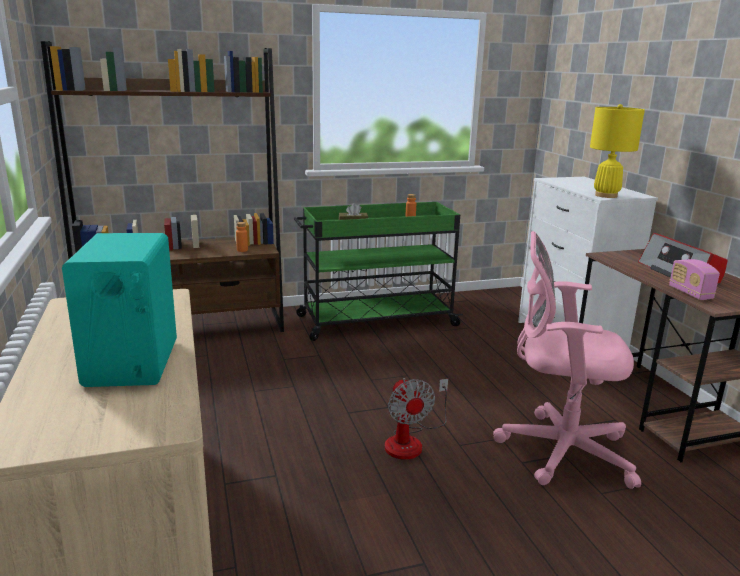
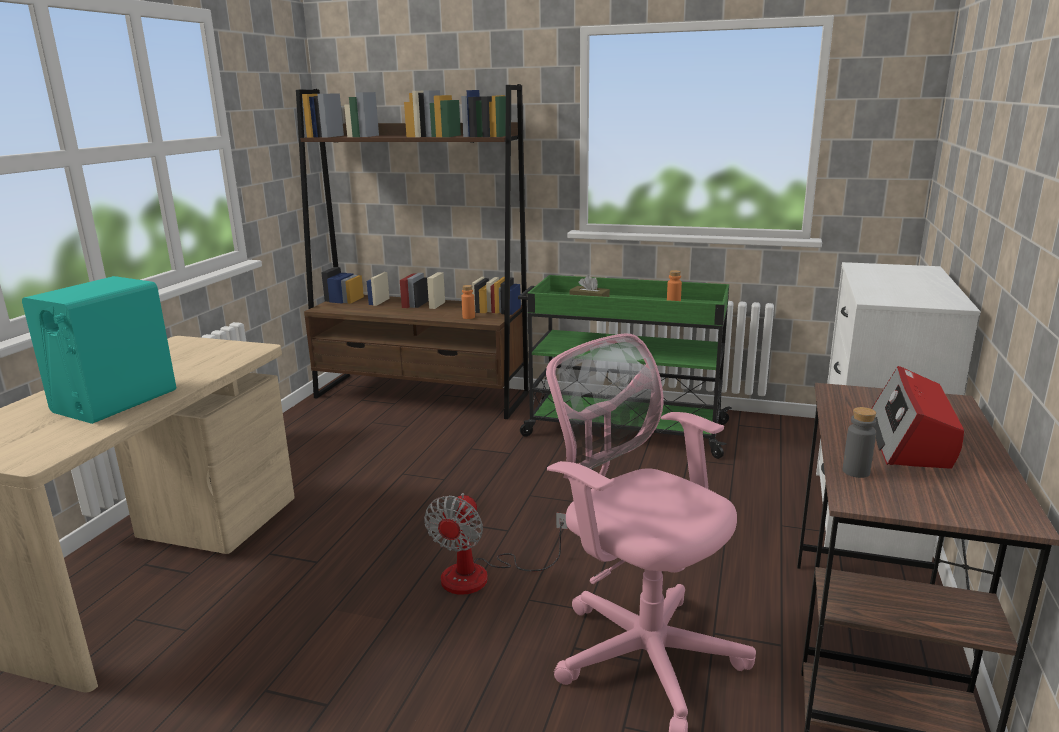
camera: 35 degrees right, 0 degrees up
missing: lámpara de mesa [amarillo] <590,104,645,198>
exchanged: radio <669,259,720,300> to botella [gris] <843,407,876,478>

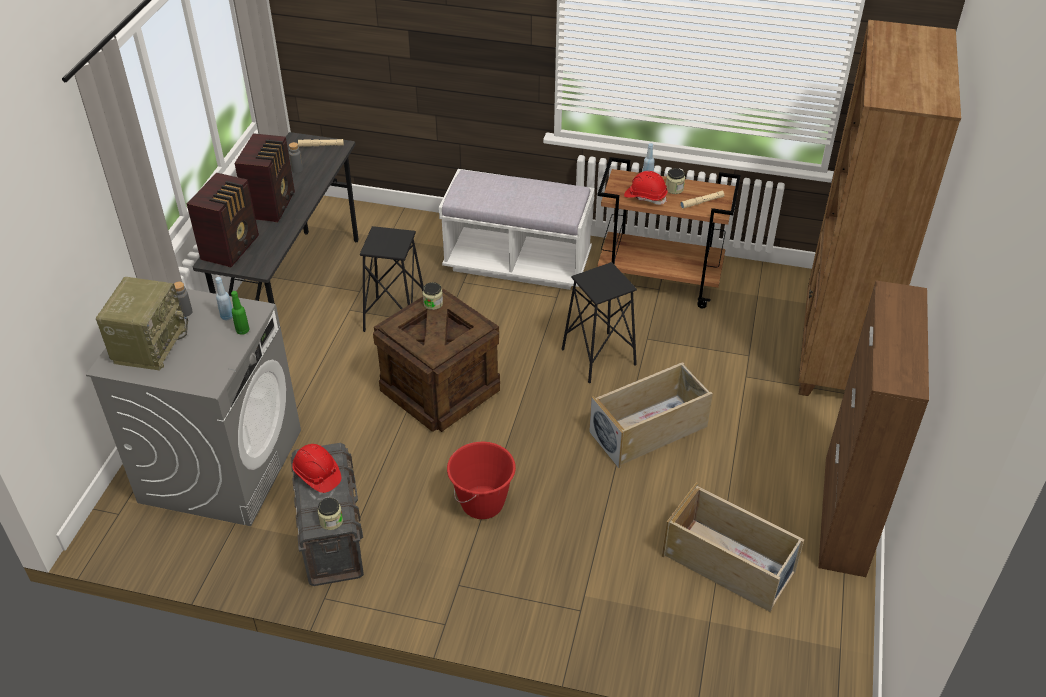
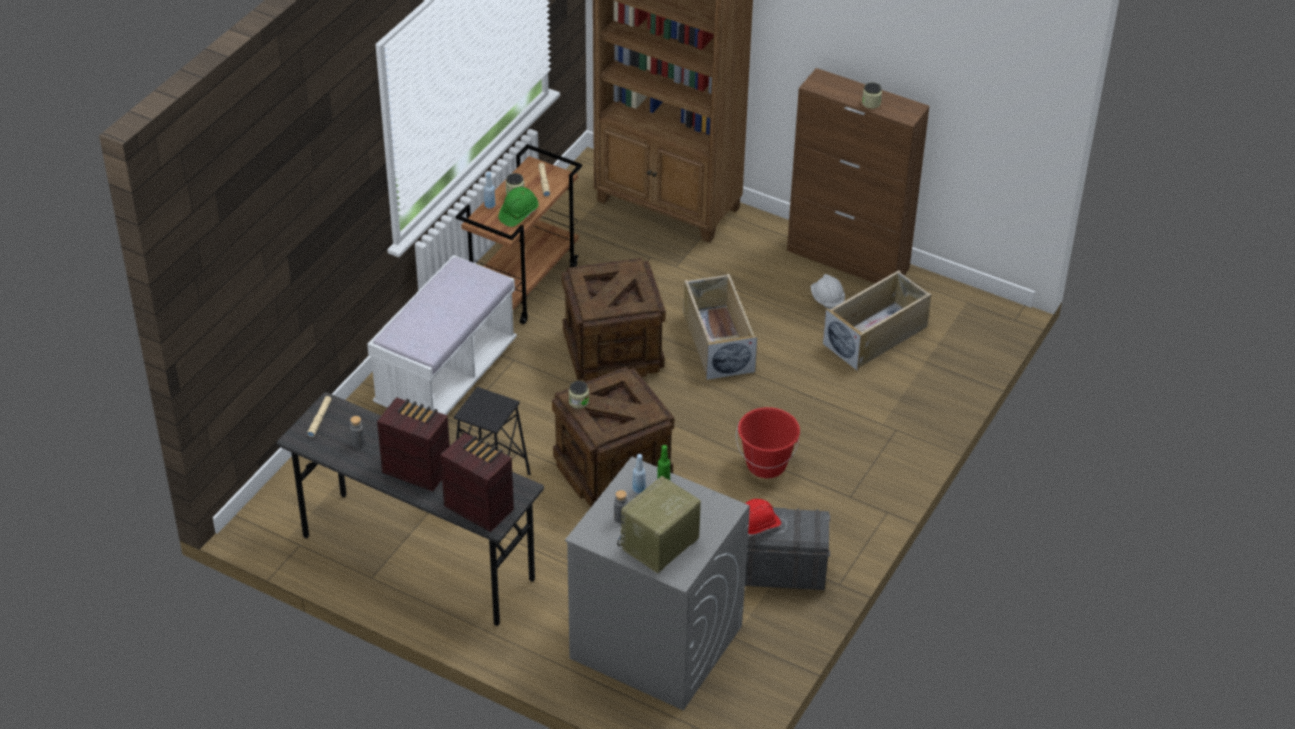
camera: 75 degrees left, 0 degrees up
appeared: casco [blanco] <811,274,845,309>
relocated: tarro <317,498,343,530> to <862,82,882,109>
exchanged: taburete [negro] <561,262,637,383> to caja de embalaje <562,258,666,382>
colour: casco [rojo] <624,171,667,205> to casco [verde] <499,187,539,227>
spun: radio <96,277,188,371> = <617,476,701,574> 75 degrees counterclockwise

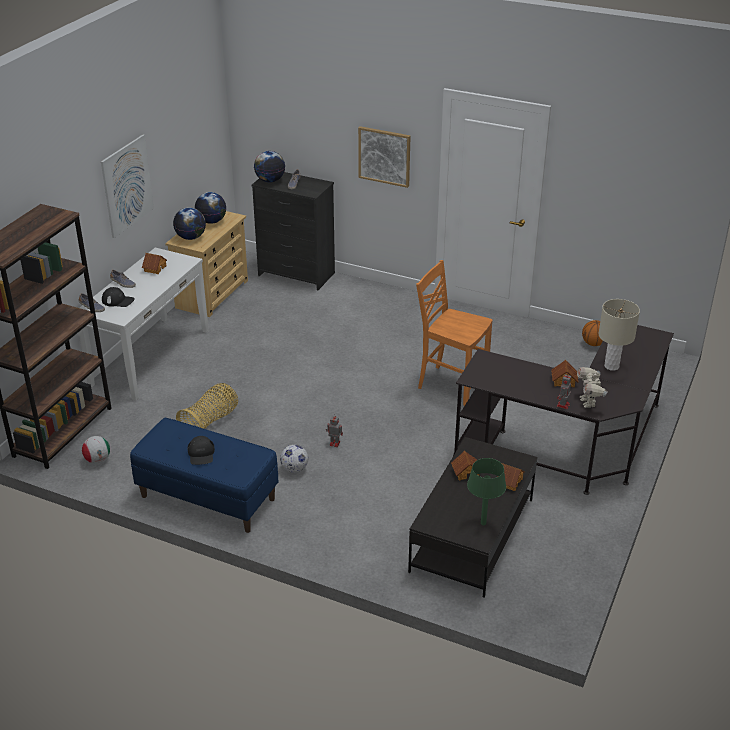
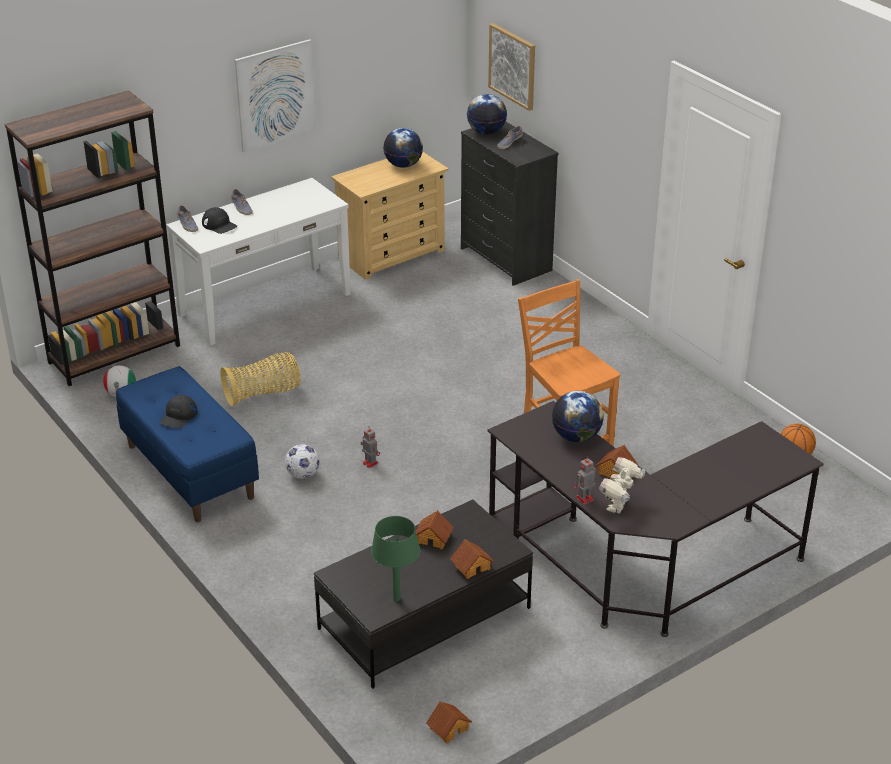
camera: 30 degrees right, 0 degrees up
missing: lámpara de mesa [beis] <599,299,640,371>
relocated: casita <142,253,167,274> to <426,701,472,744>; cuadro <358,126,411,188> to <488,23,535,111>; globo terráqueo <173,207,206,240> to <552,391,604,442>

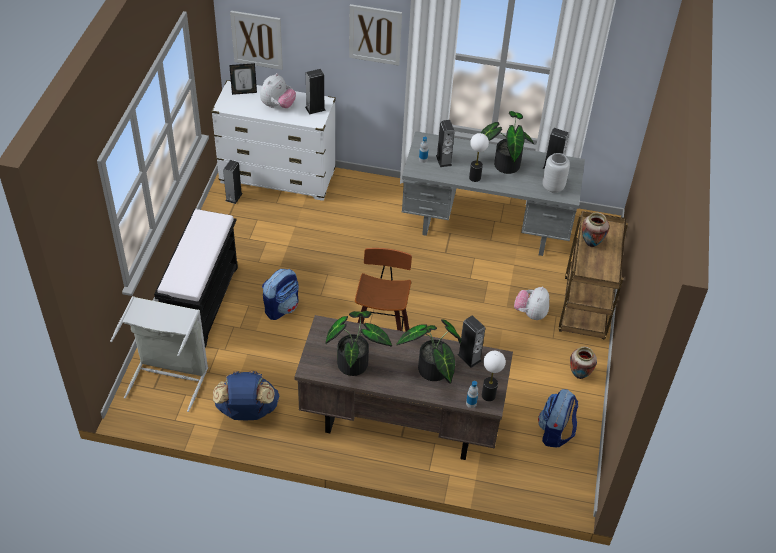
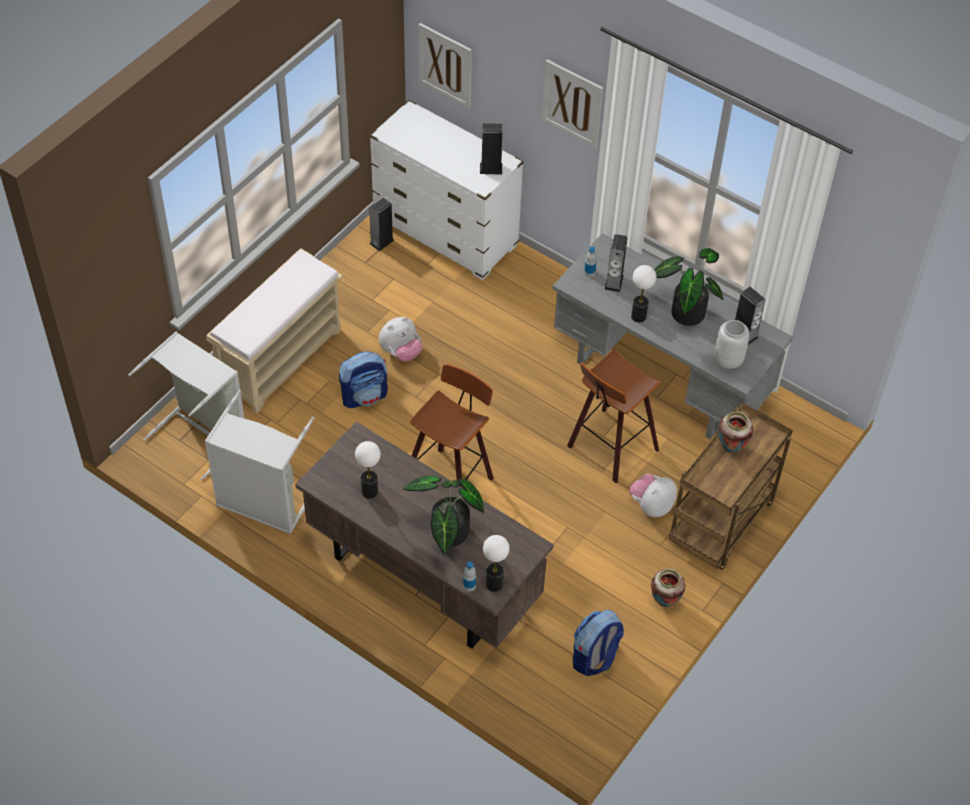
camera: 25 degrees right, 5 degrees up
missing: portarretratos <229,63,257,95>; altavoz <457,315,485,368>
appeared: taburete <567,350,660,483>
relocated: peluche <260,73,296,108> to <379,317,423,361>
exchanged: mochila [azul] <213,370,279,420> to cesto de la ropa [gris] <205,390,314,534>; planta en maceta <326,311,392,376> to lámpara de mesa <355,441,381,499>
colour: banco [negro] <154,209,238,348> to banco [beis] <206,248,343,414>

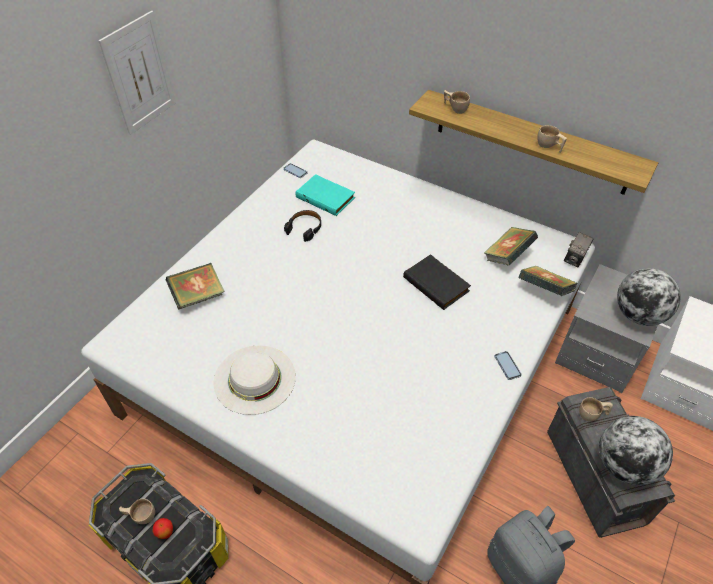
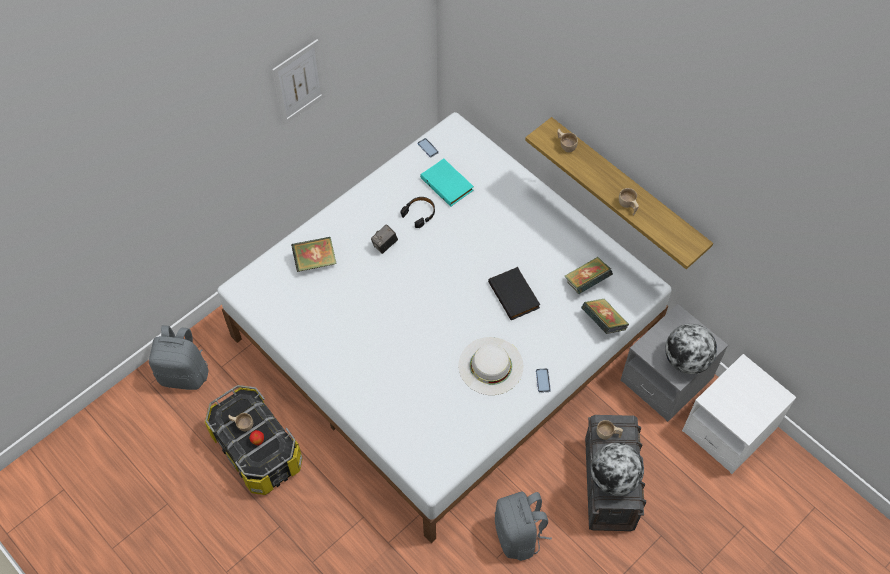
camera: 15 degrees right, 10 degrees up
appeared: mochila [gris] <149,325,209,390>
relocated: cámara <564,232,593,267> to <371,224,398,254>; sombrero [blanco] <214,345,296,415> to <458,337,523,395>

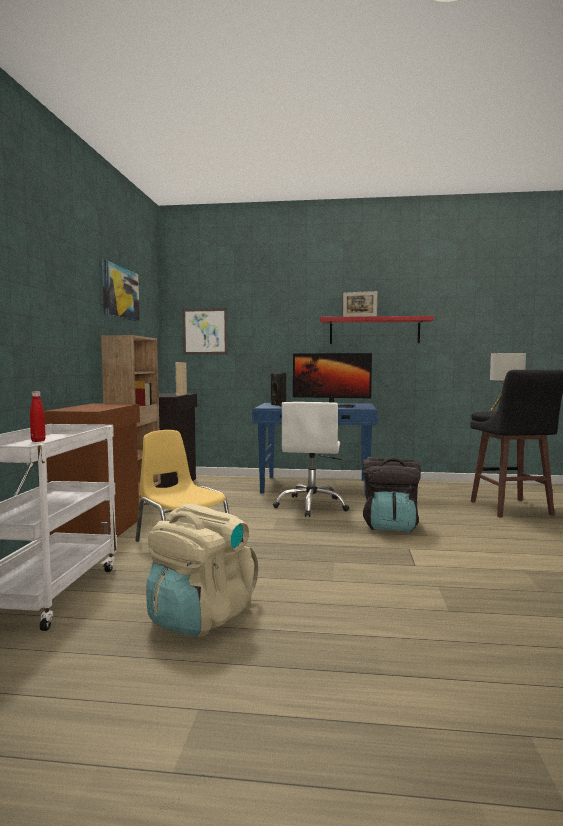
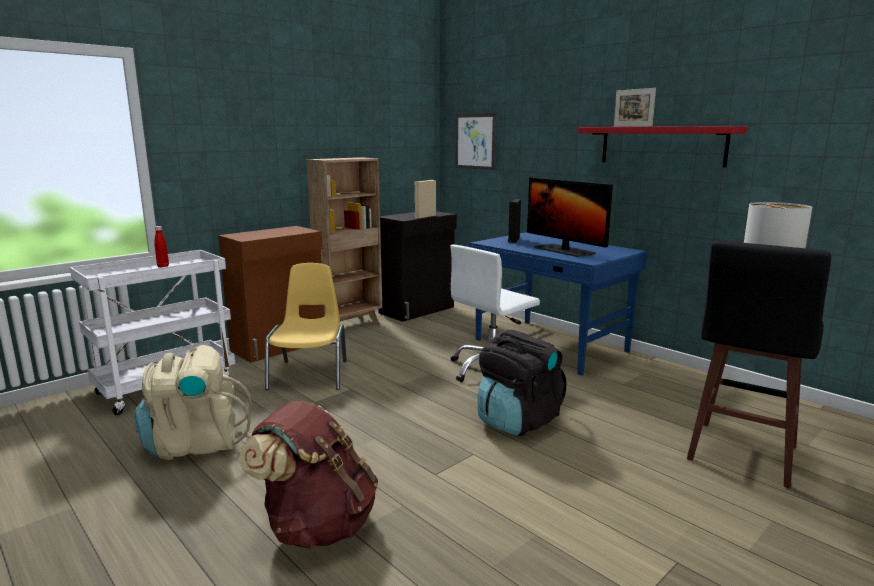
camera: 40 degrees right, 10 degrees up
missing: cuadro <102,259,140,321>
appeared: mochila [marrón] <238,401,378,549>

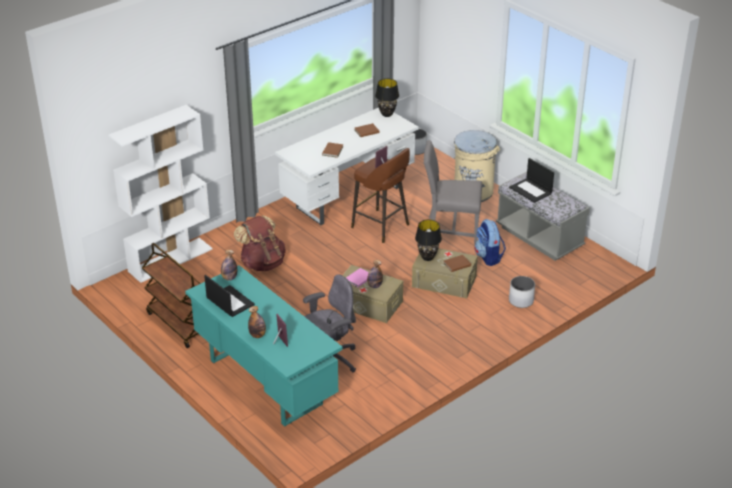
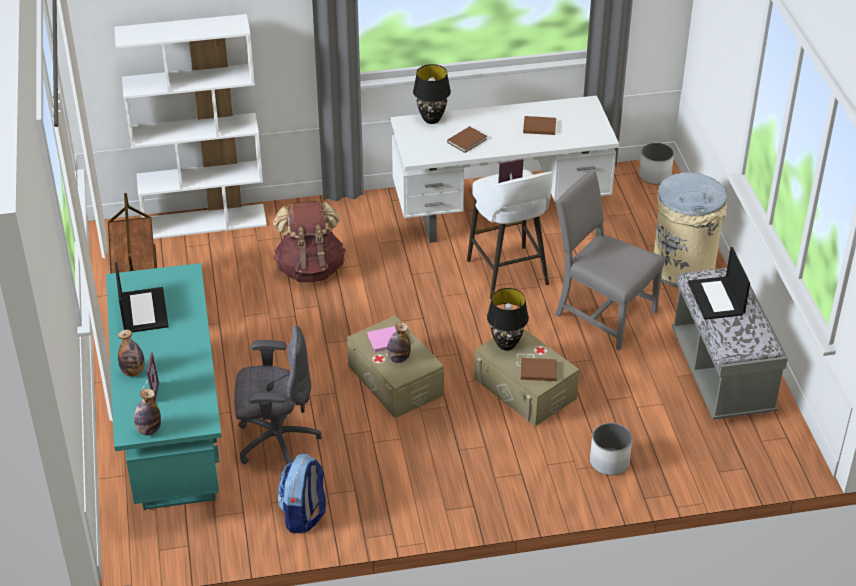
camera: 30 degrees right, 5 degrees up
relocated: botella <221,250,237,281> to <134,389,161,435>; mochila <474,219,506,266> to <277,454,326,533>; lámpara de mesa [negro] <375,78,399,117> to <413,64,451,124>
colour: taburete [marrón] <351,148,410,243> to taburete [blanco] <467,170,553,299>

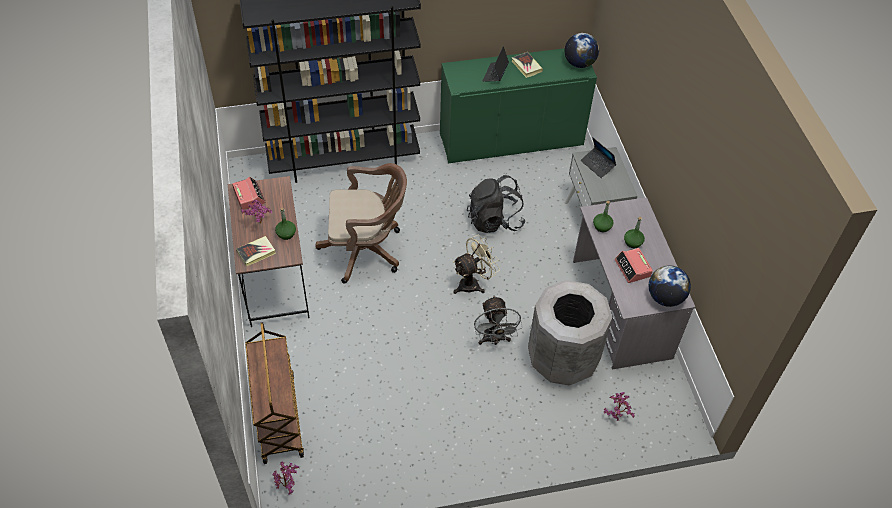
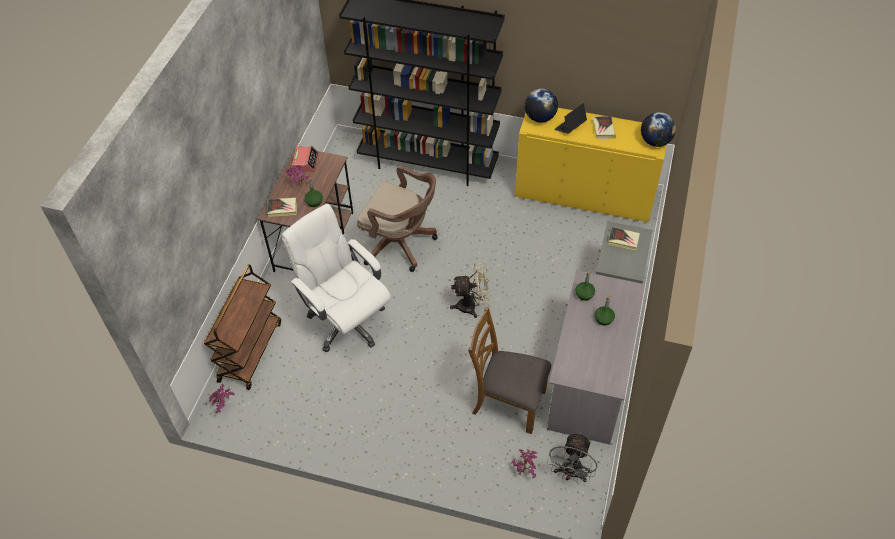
camera: 30 degrees right, 0 degrees up
missing: mochila [negro] <467,175,526,233>; despertador <615,248,653,283>
appeared: silla de oficina [blanco] <282,204,391,352>
relocated: globo terráqueo <649,265,691,307> to <525,89,558,123>; ventilador [gris] <474,295,523,345> to <547,432,597,482>
exchanged: papelera [gris] <528,280,613,385> to silla [marrón] <468,308,551,434>; portátil <581,137,616,178> to libro <608,227,640,250>
colour: armario [verde] <440,48,597,163> to armario [amarillo] <515,108,667,222>

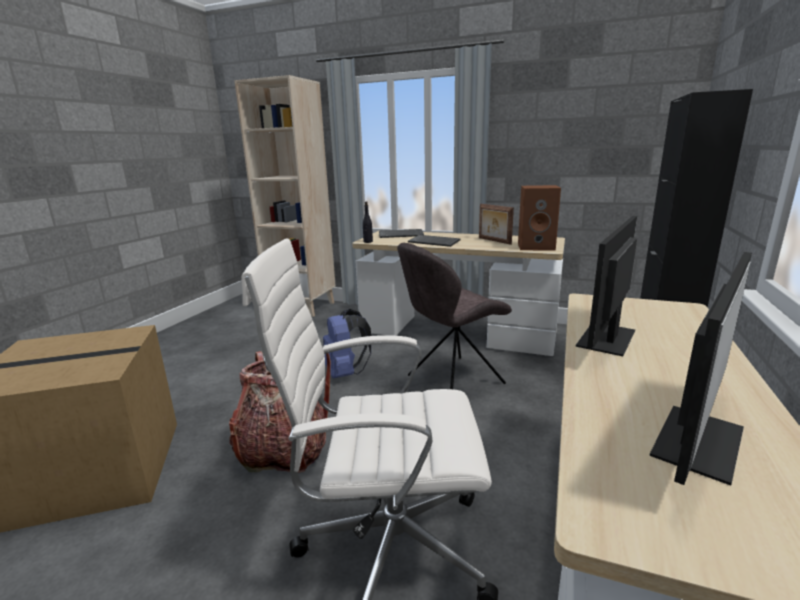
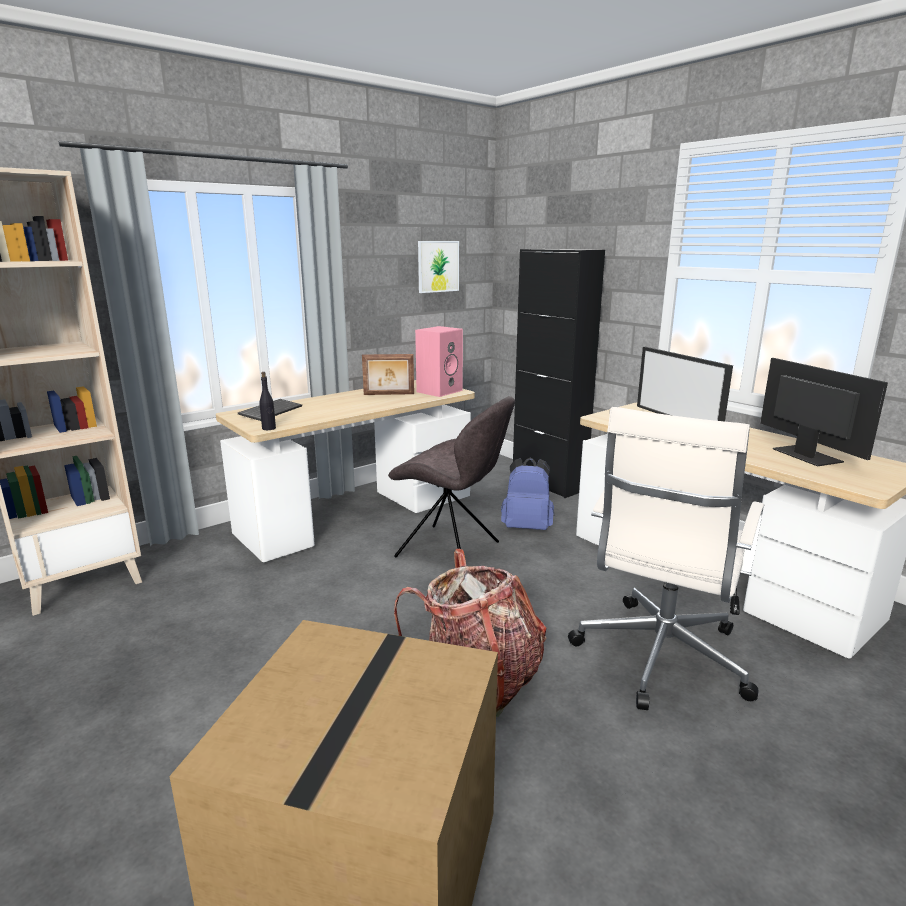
camera: 60 degrees left, 0 degrees up
missing: teclado <408,235,461,247>
appeared: cuadro <418,241,459,293>
relocated: mochila [azul] <323,309,371,378> to <501,458,554,530>
colour: altavoz [marrón] <518,185,561,251> to altavoz [rosa] <415,326,463,397>
spun: silla [gris] <397,243,512,389> = <388,396,515,557> 60 degrees counterclockwise

